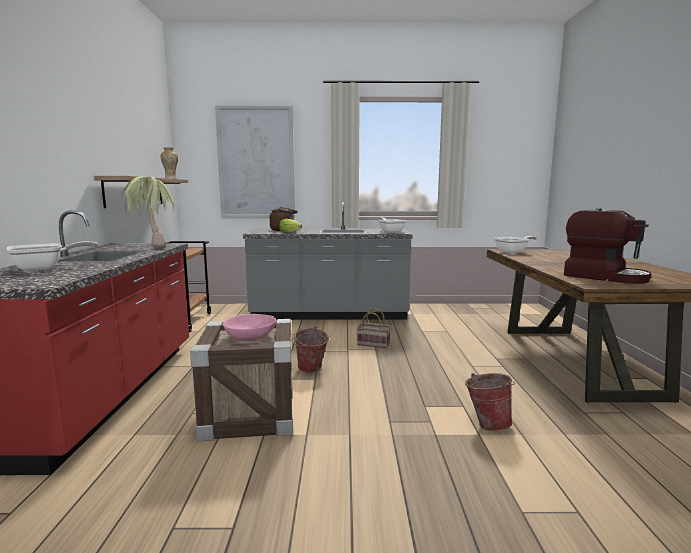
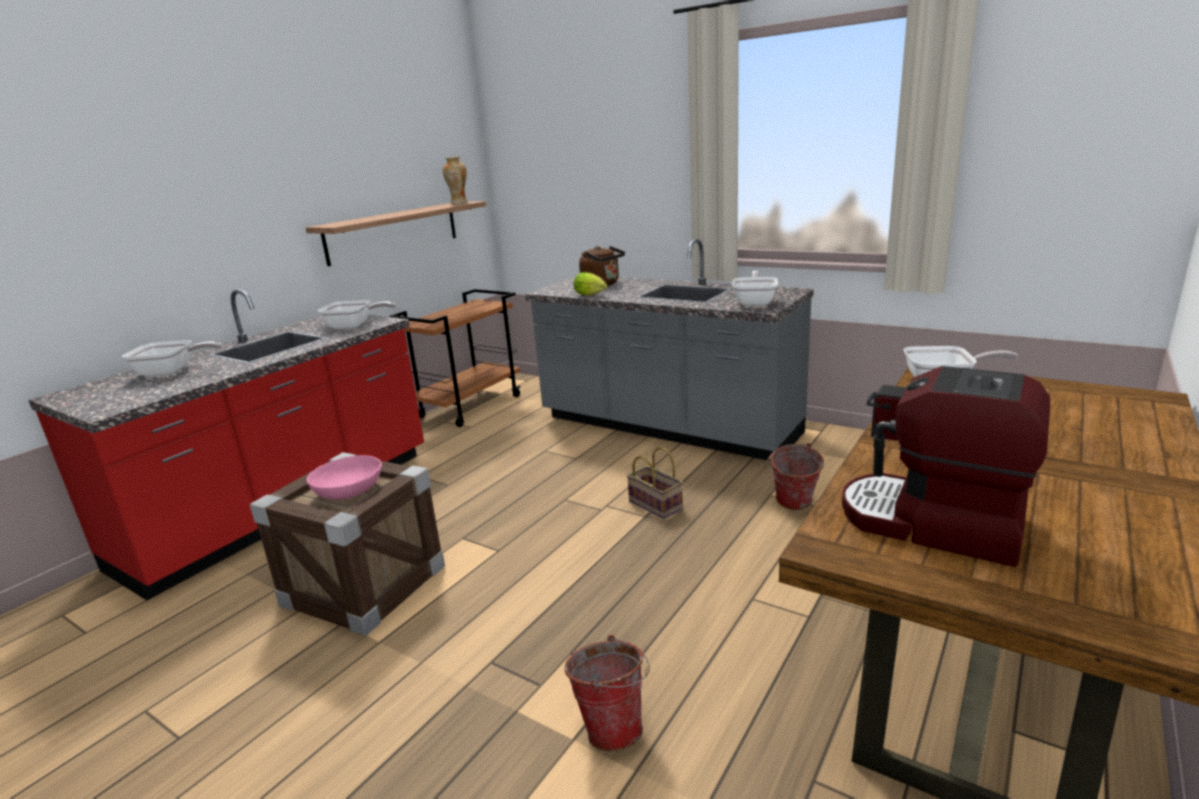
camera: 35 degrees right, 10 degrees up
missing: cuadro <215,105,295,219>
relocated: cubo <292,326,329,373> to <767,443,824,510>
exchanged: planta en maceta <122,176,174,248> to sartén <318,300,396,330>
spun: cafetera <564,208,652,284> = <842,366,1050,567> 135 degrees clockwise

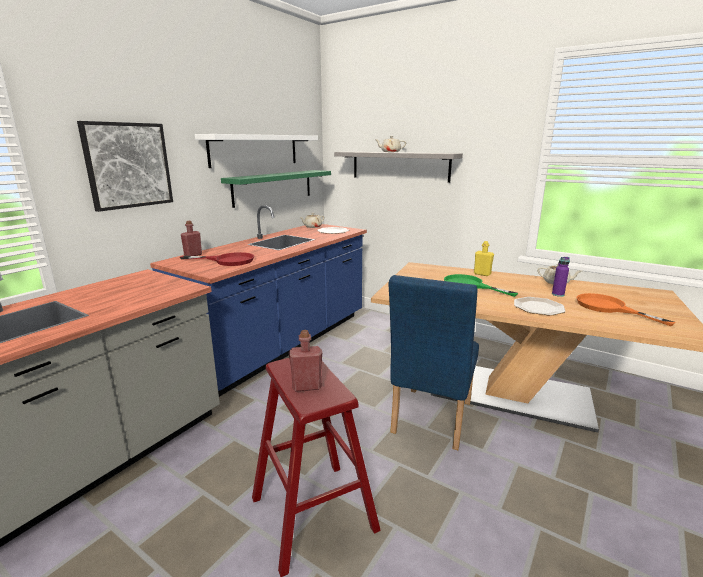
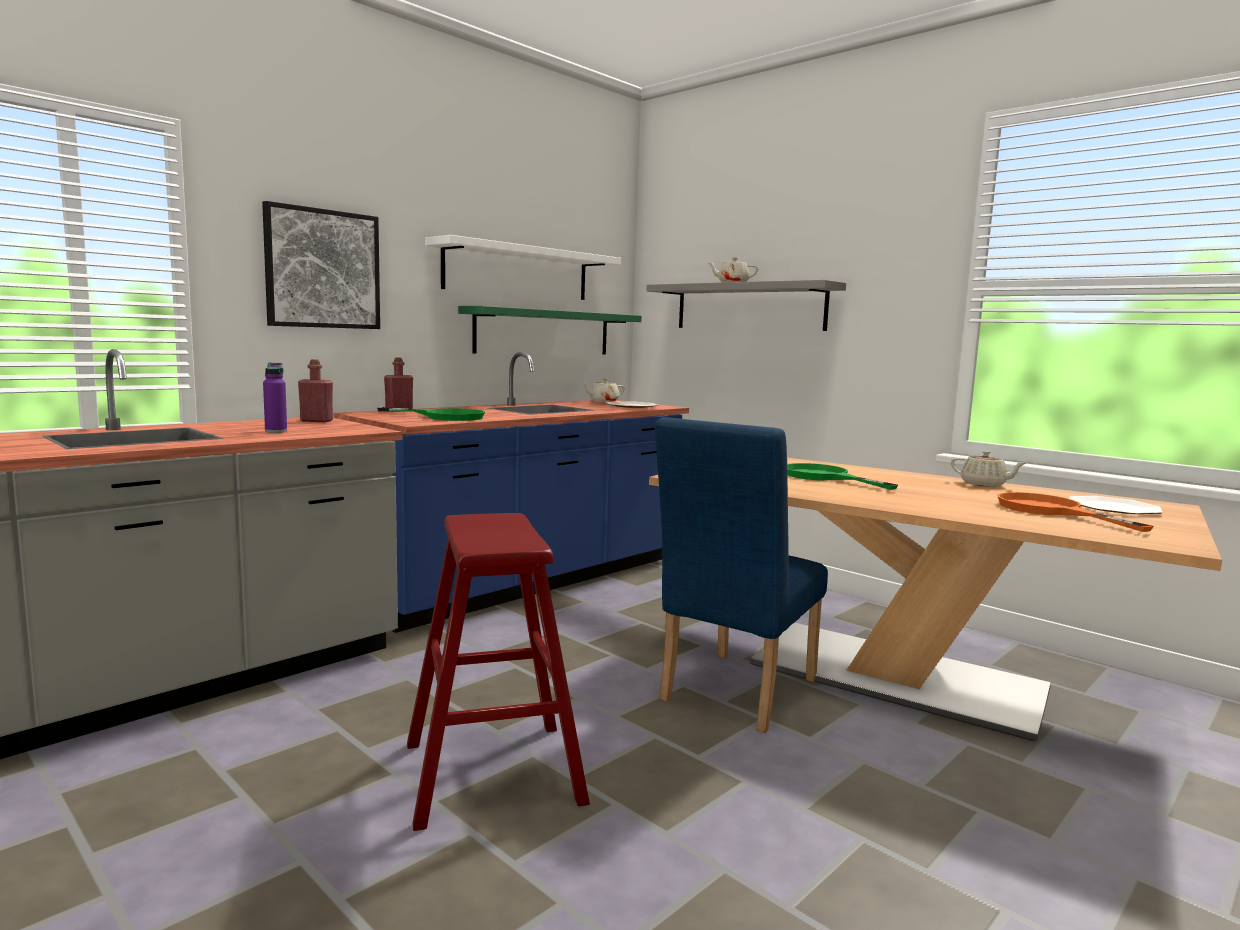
camera: 10 degrees right, 10 degrees down
missing: botella [amarillo] <474,241,494,276>
relocated: botella [morado] <552,257,570,297> to <263,362,287,433>; botella [rojo] <289,330,322,392> to <298,359,333,422>; plato <514,297,566,316> to <1069,496,1163,514>
colour: sartén [rojo] <180,252,254,266> to sartén [verde] <377,407,485,421>

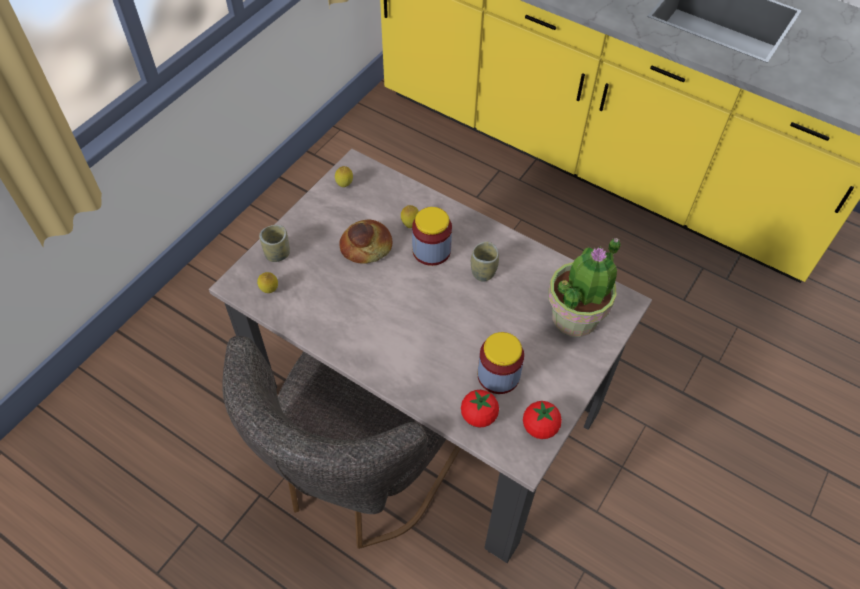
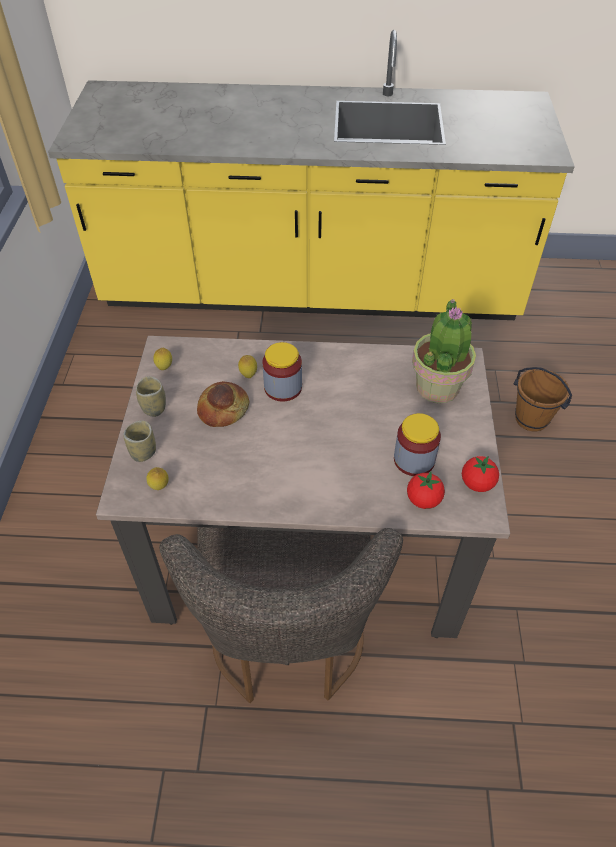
camera: 30 degrees left, 5 degrees down
appeared: cubo [marrón] <513,367,572,431>
relocated: taza <471,241,499,282> to <136,376,166,417>

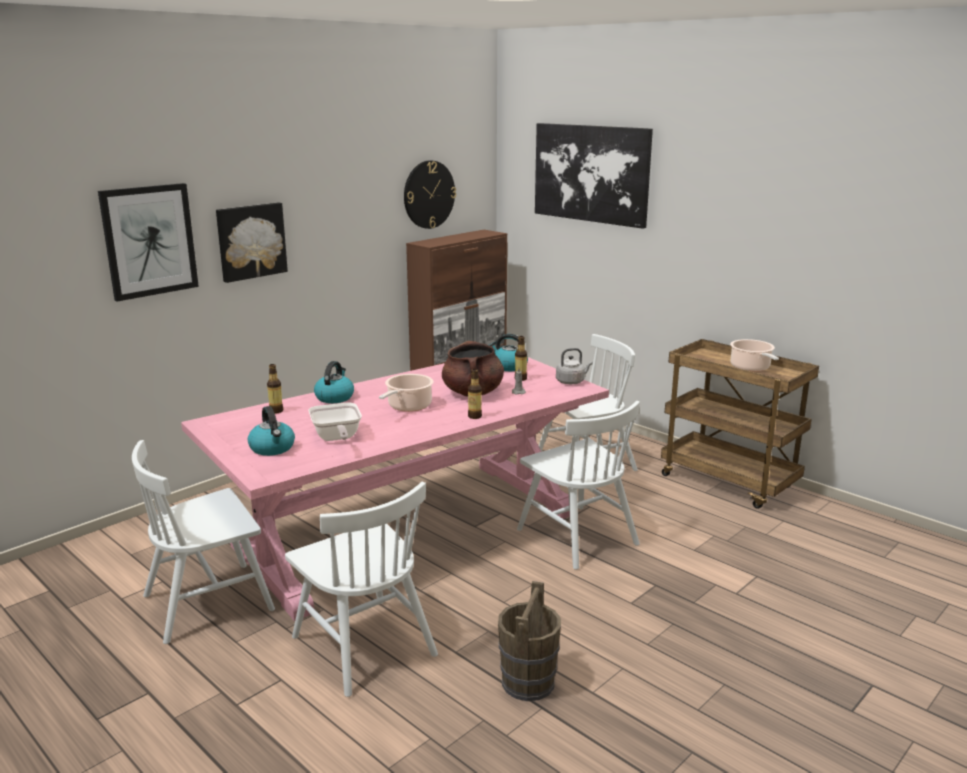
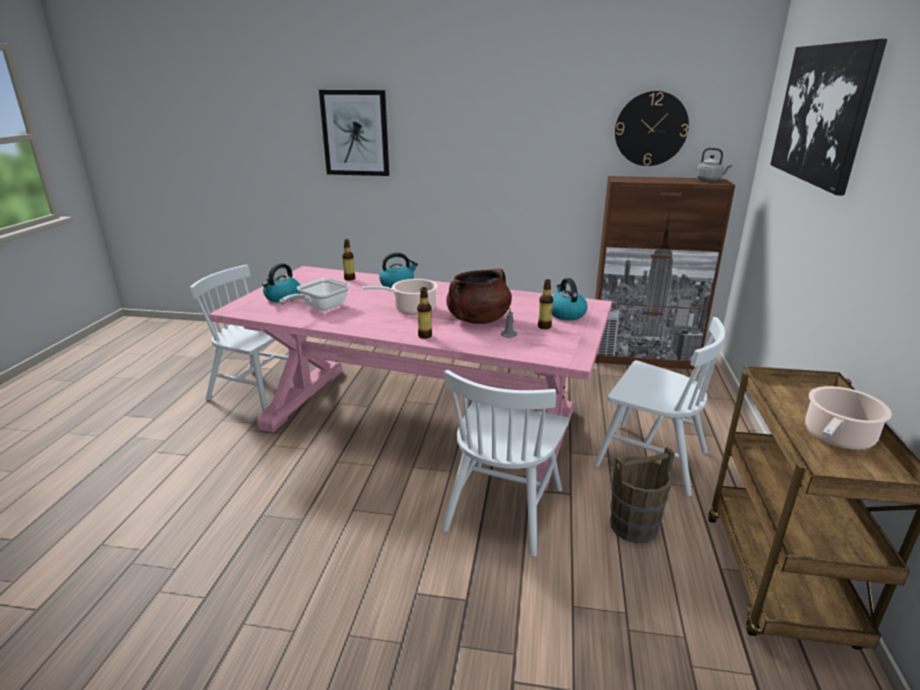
camera: 55 degrees right, 5 degrees up
missing: cuadro <216,202,288,283>; silla [blanco] <285,481,438,697>
relocated: cubo [marrón] <498,581,561,701> to <610,447,675,543>; hervidor [gris] <556,348,593,384> to <696,148,732,181>

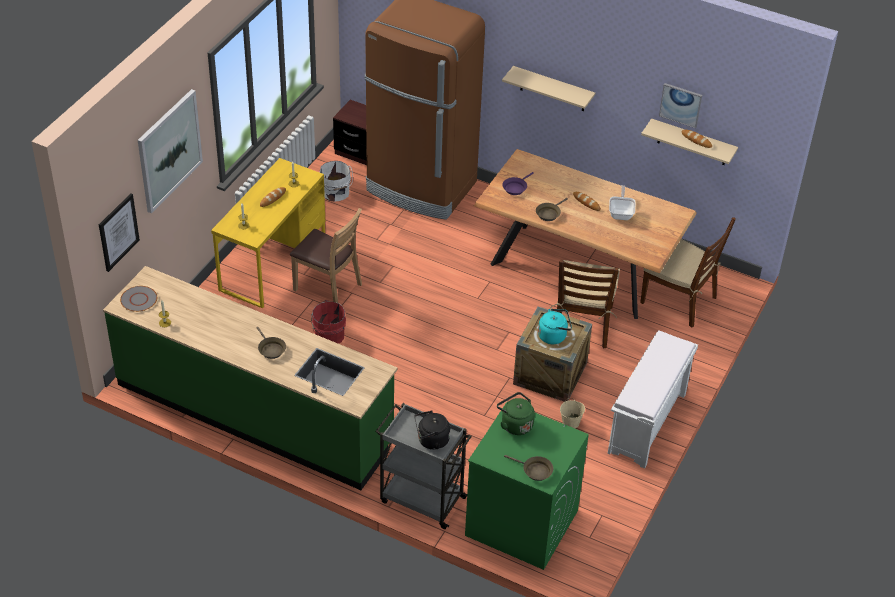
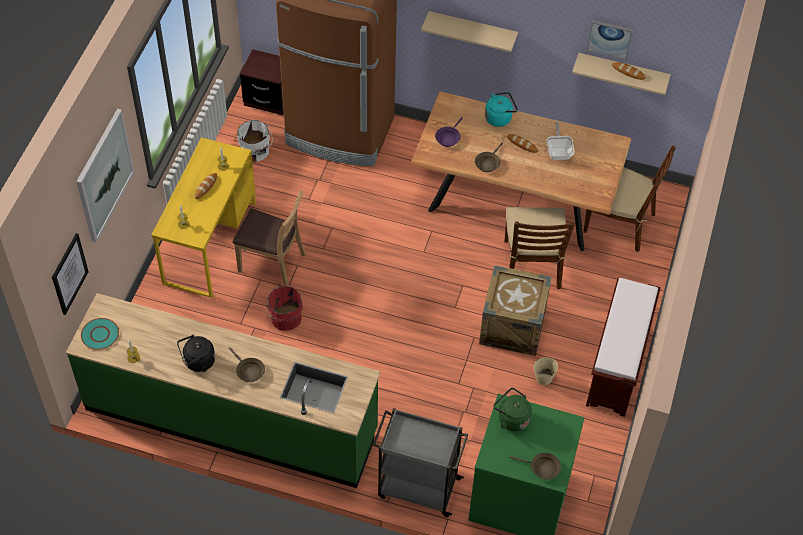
camera: 10 degrees left, 10 degrees up
relocated: hervidor [negro] <414,410,450,450> to <177,335,215,372>; hervidor [turquesa] <538,309,572,344> to <485,92,518,127>
colour: plato [gris] <120,286,157,312> to plato [turquesa] <81,318,119,350>; banco [blanco] <608,330,698,469> to banco [marrón] <586,278,661,417>

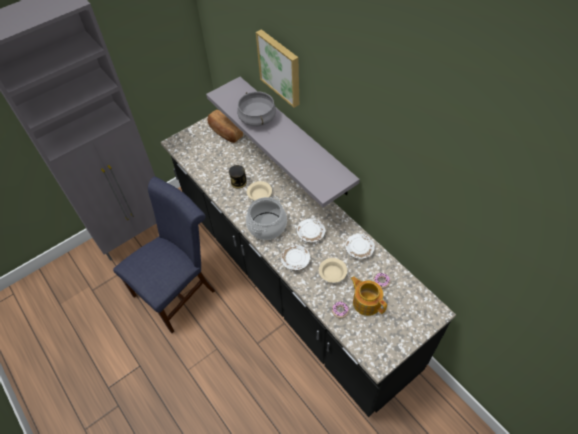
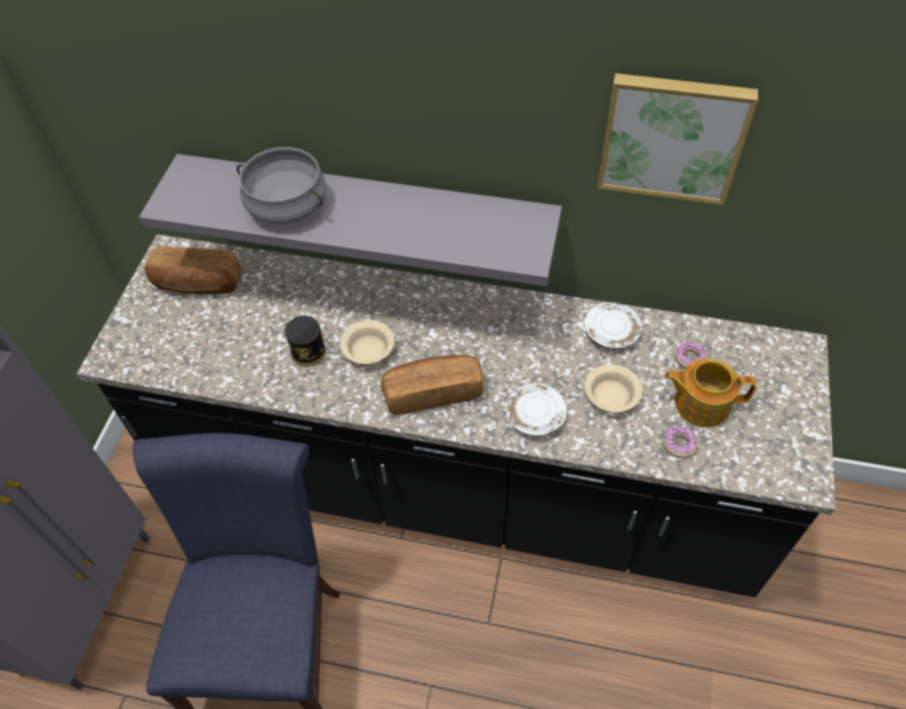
camera: 40 degrees left, 0 degrees up
missing: plato [blanco] <297,218,325,243>
relocated: cuadro <256,29,299,108> to <597,73,758,205>
exchanged: olla <246,196,287,240> to pan <381,355,484,415>

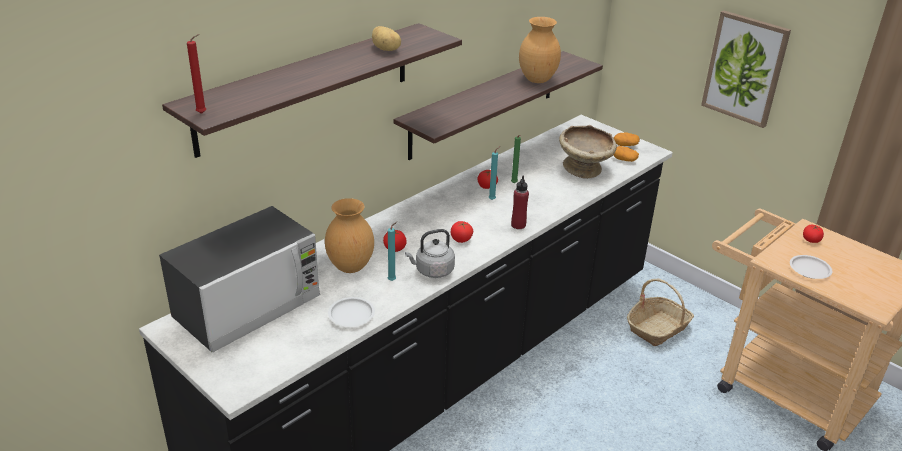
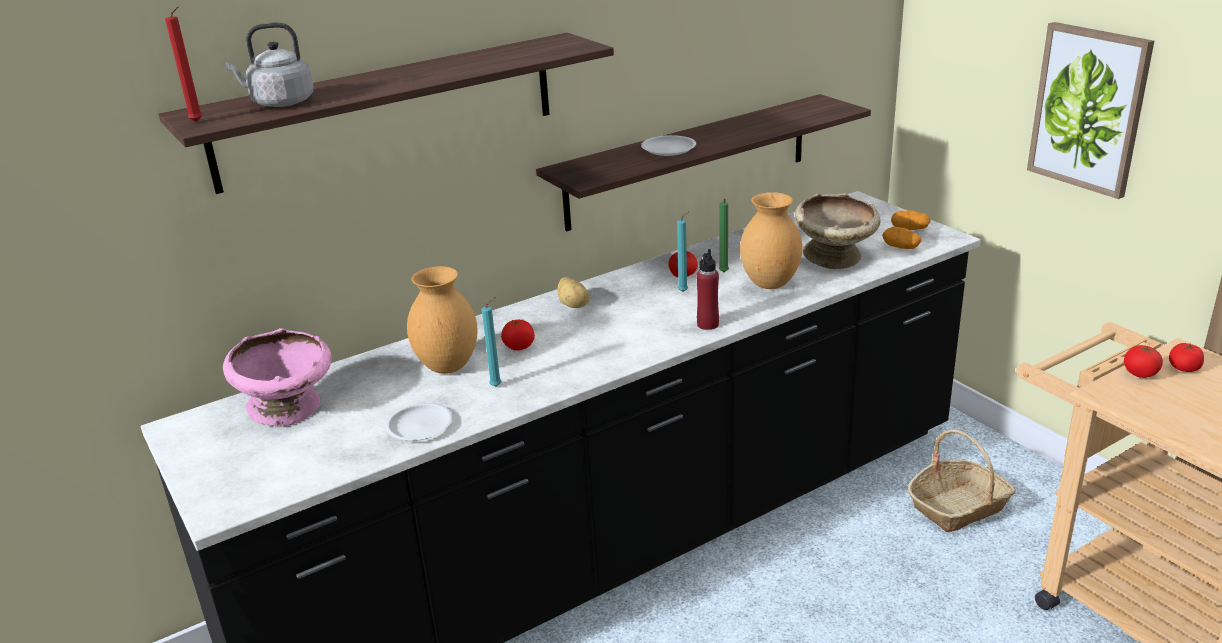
camera: 15 degrees right, 5 degrees down
relocated: hervidor [gris] <405,229,455,278> to <225,23,314,107>; patata <372,26,401,51> to <558,277,589,308>; plato [blanco] <790,255,832,279> to <641,135,696,156>; florero [marrón] <519,17,561,83> to <740,192,802,289>; tomate <451,221,473,243> to <1124,345,1163,378>
exchanged: microondas <159,206,320,352> to cuenco [rosa] <223,328,332,427>

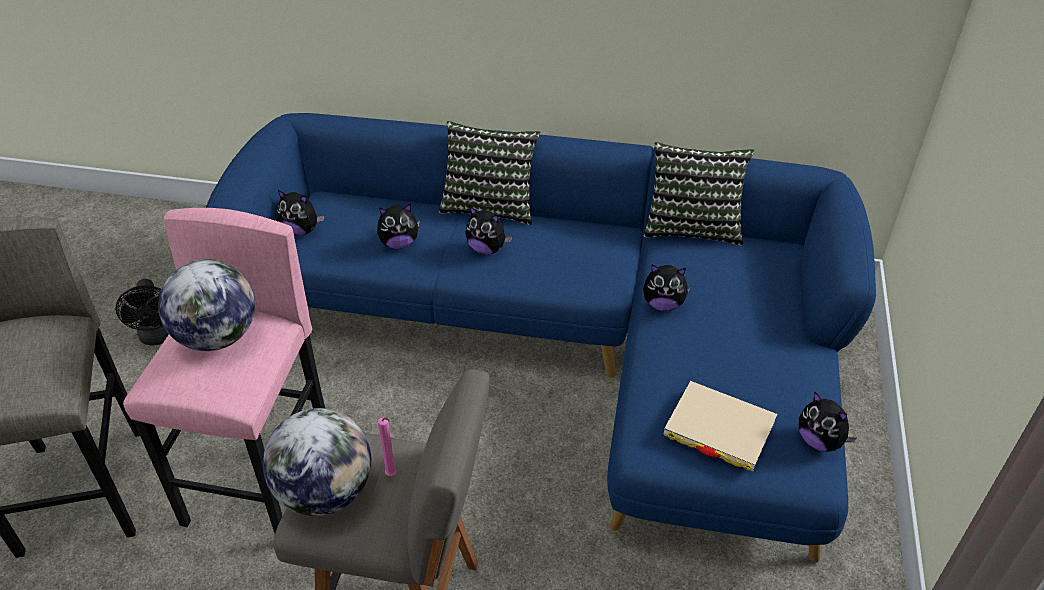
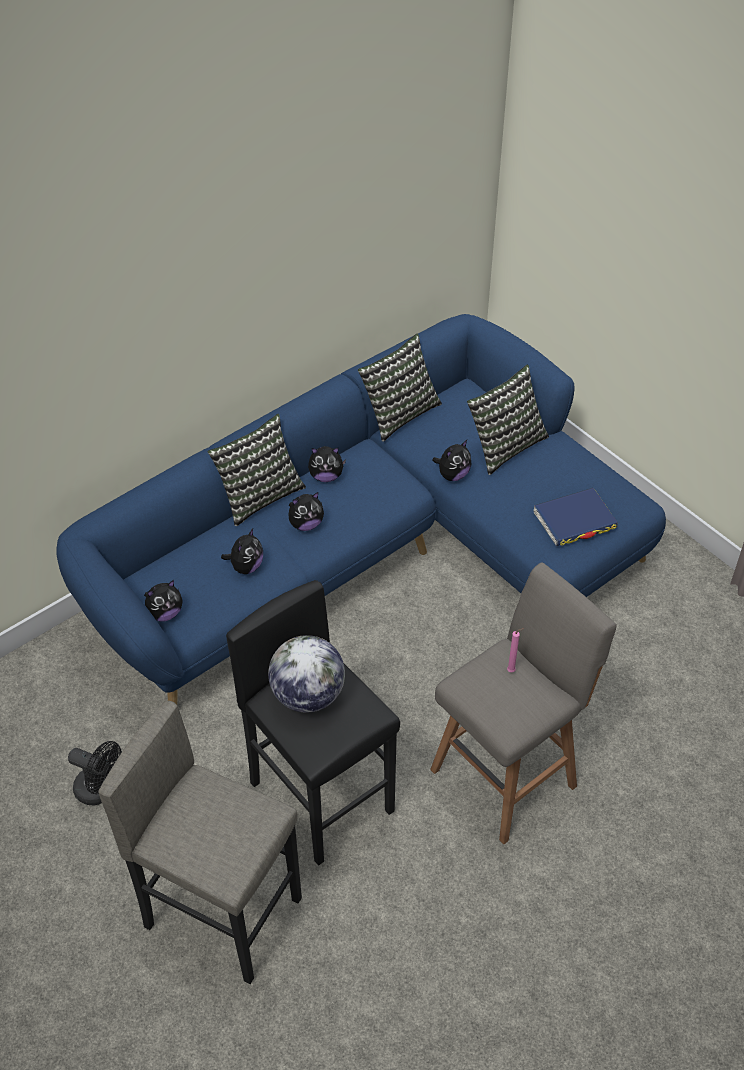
camera: 50 degrees left, 5 degrees up
missing: globo terráqueo <263,408,371,516>
appeared: cojín <467,365,549,475>
relocated: peluche <799,392,857,452> to <308,446,346,482>
colour: taburete [rosa] <123,208,325,533> to taburete [negro] <226,580,400,865>; libro [beis] <664,381,777,471> to libro [azul] <534,488,618,546>

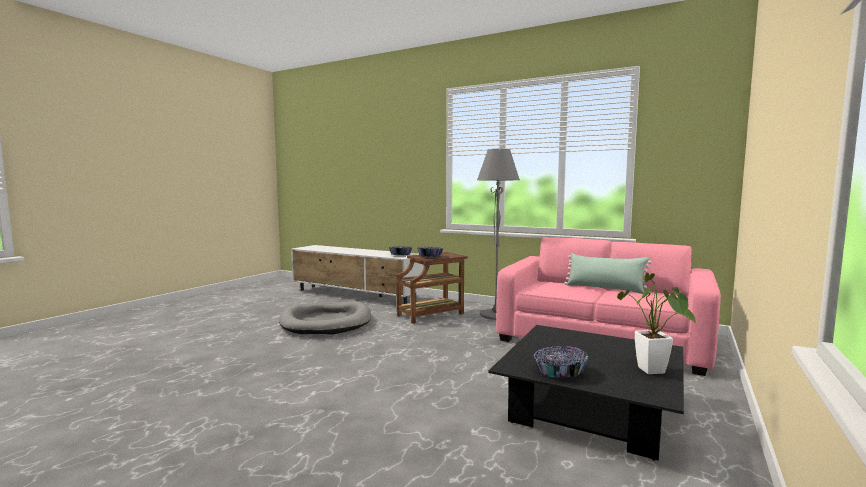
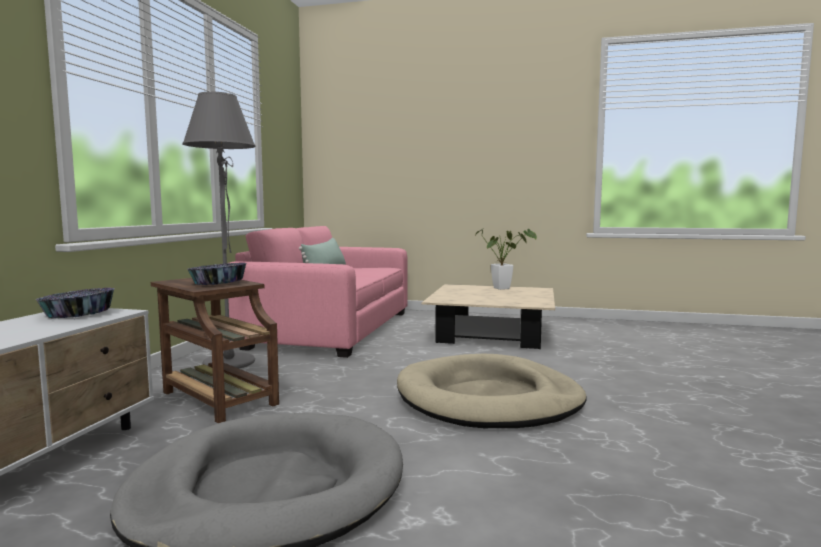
camera: 105 degrees left, 0 degrees up
missing: cuenco <534,346,588,378>
appeared: cama para perro [beis] <397,354,587,428>
colour: mesa de centro [negro] <488,325,684,461> to mesa de centro [beis] <422,284,555,349>

